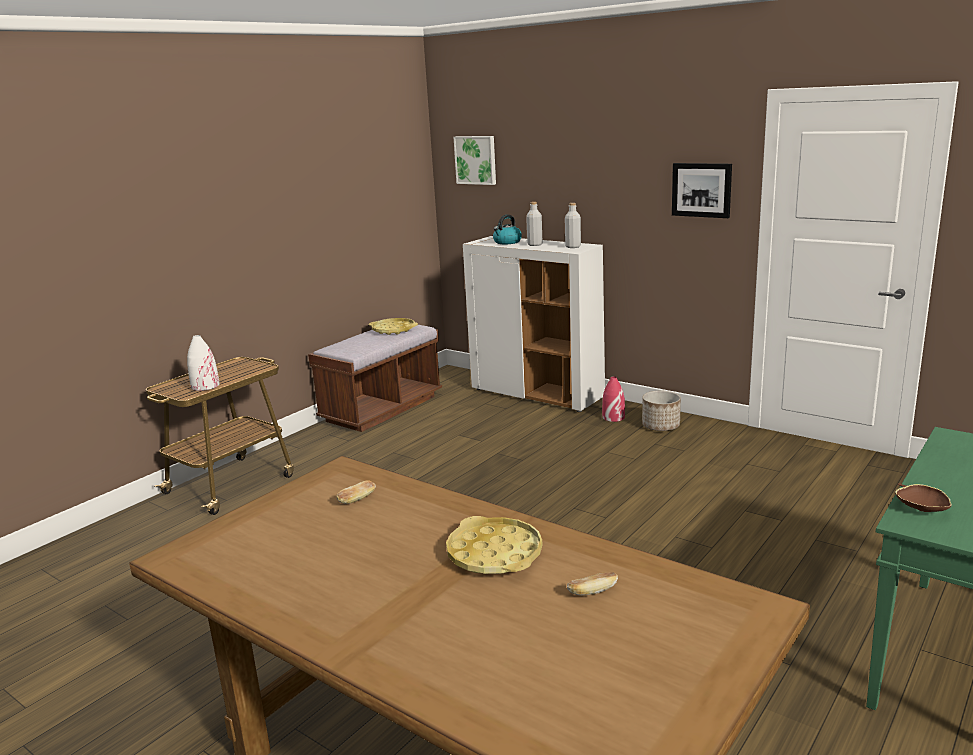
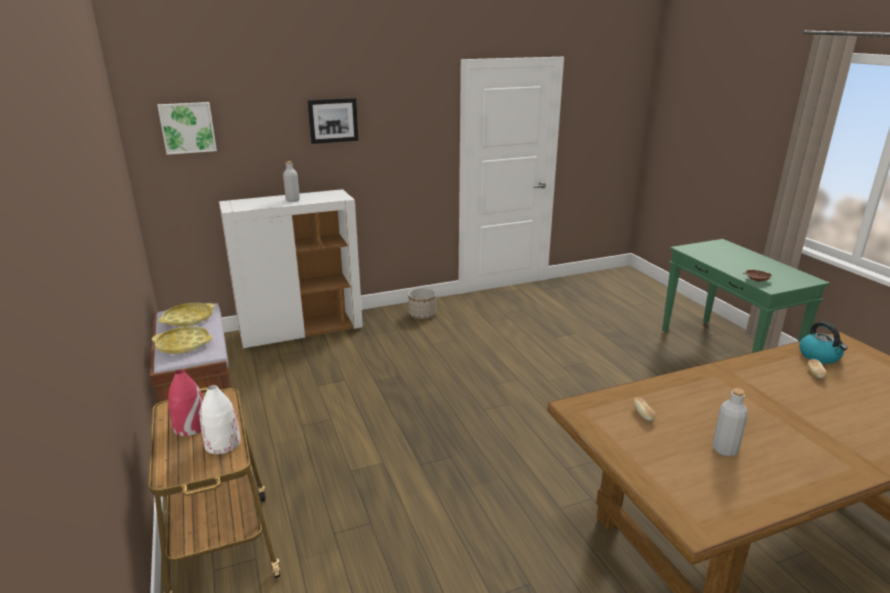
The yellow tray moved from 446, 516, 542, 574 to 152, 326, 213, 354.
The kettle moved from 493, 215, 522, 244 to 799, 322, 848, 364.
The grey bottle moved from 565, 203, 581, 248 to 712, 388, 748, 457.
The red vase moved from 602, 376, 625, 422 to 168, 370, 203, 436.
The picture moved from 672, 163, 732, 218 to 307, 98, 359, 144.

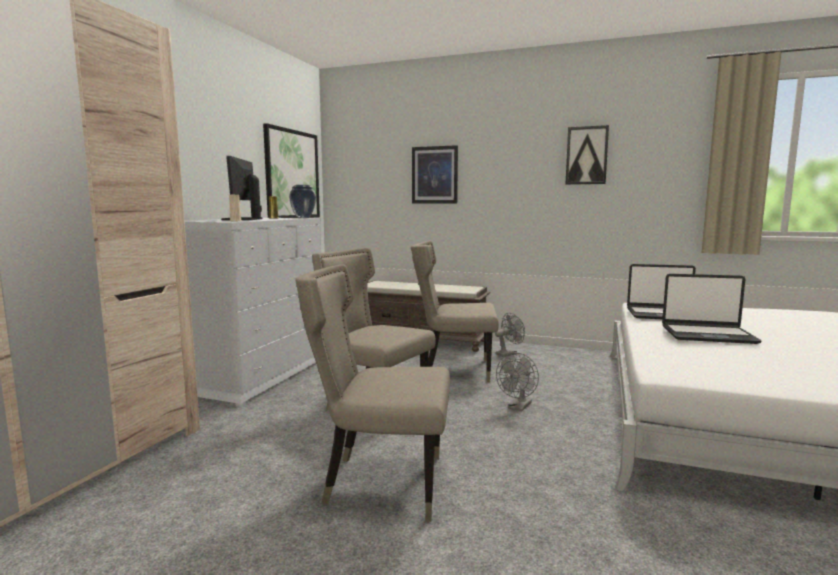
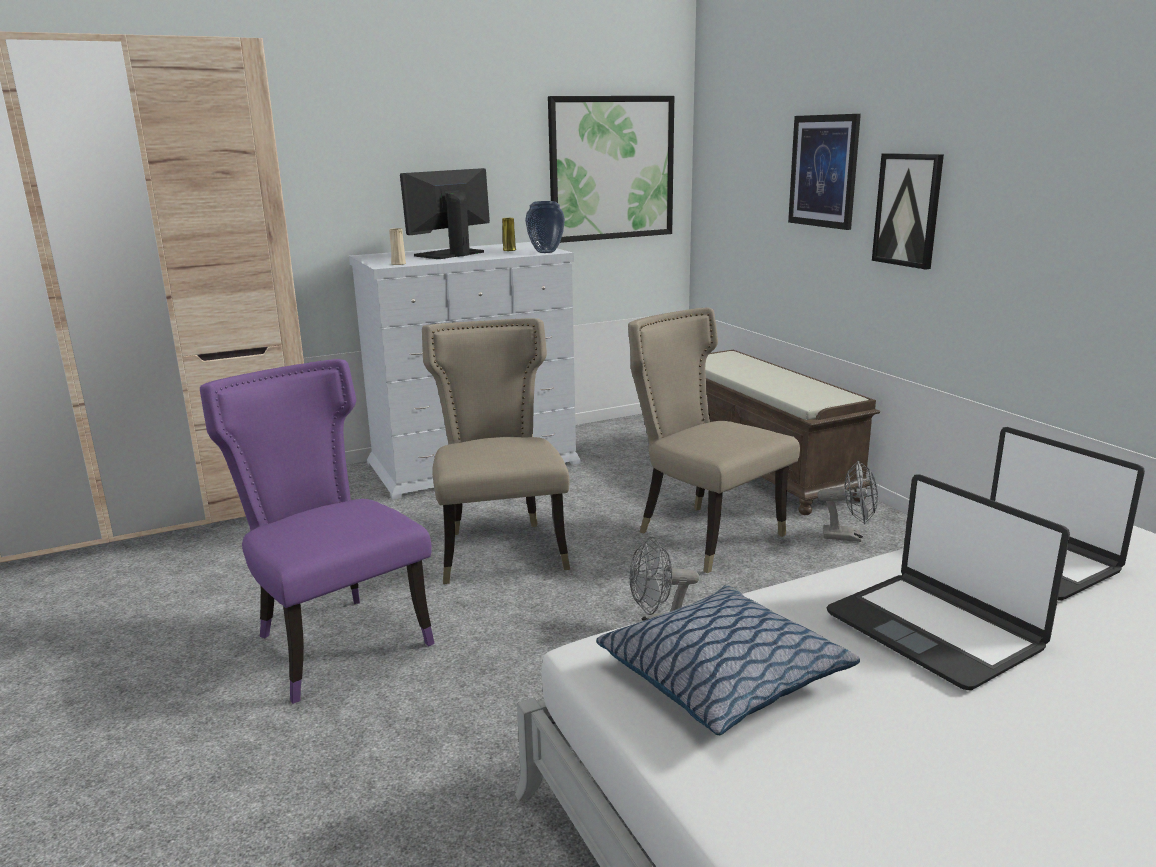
The beige chair at 295, 264, 450, 522 became the purple chair at 200, 359, 435, 704.
The picture moved from 566, 125, 609, 185 to 872, 153, 944, 270.
The pillow at 596, 585, 860, 735 appeared.

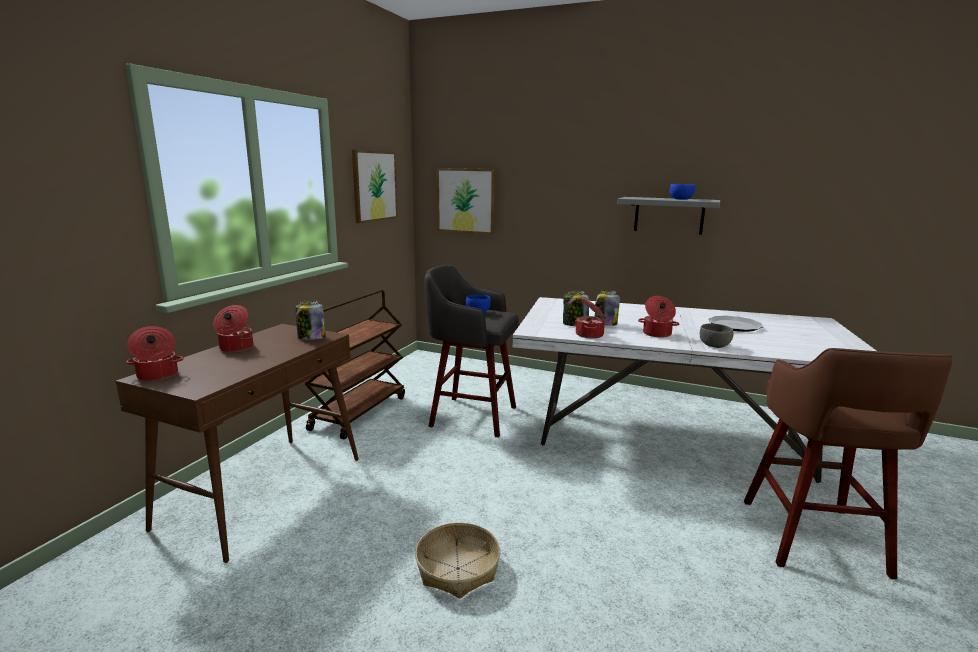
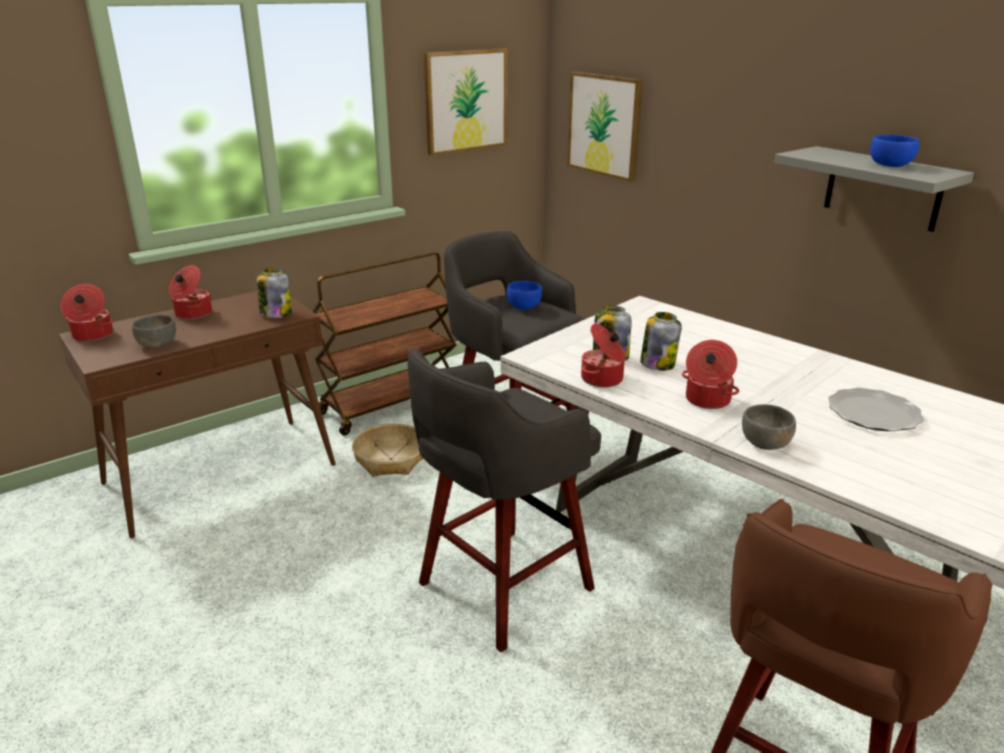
The basket moved from 415, 522, 500, 598 to 352, 423, 423, 477.
The grey bowl at 132, 314, 176, 348 appeared.
The grey stool at 407, 349, 601, 652 appeared.

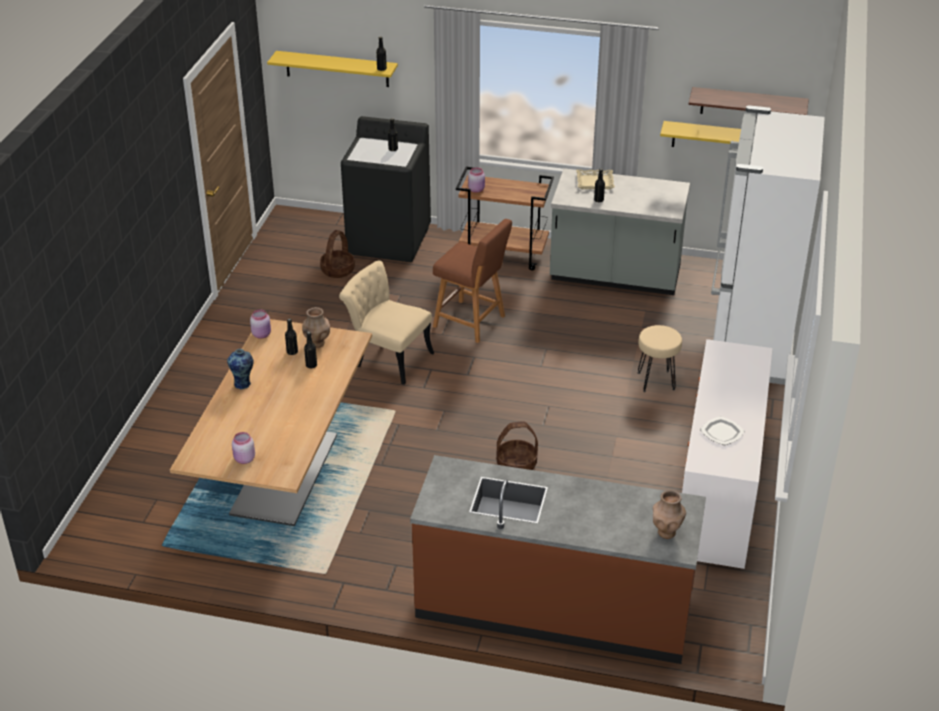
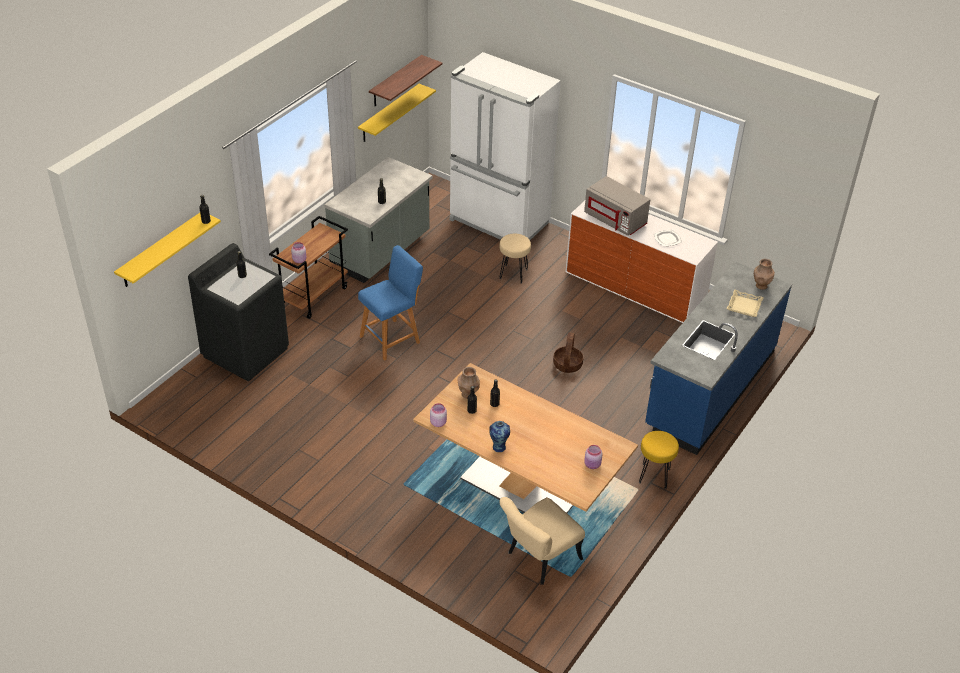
The basket at 320, 230, 355, 278 disappeared.
The beige chair moved from 339, 260, 434, 385 to 499, 497, 585, 585.
The brown counter at 410, 455, 706, 664 became the blue counter at 645, 262, 792, 455.
The brown stool at 433, 219, 512, 343 became the blue stool at 358, 245, 423, 361.
The beige tray moved from 576, 170, 615, 189 to 727, 289, 764, 317.
The grey microwave at 584, 176, 650, 236 appeared.
The yellow stool at 639, 431, 679, 489 appeared.

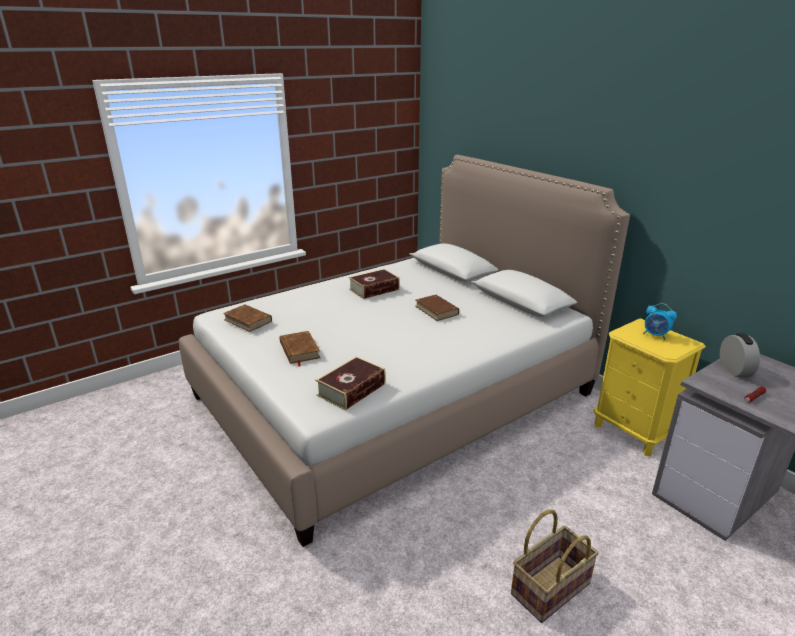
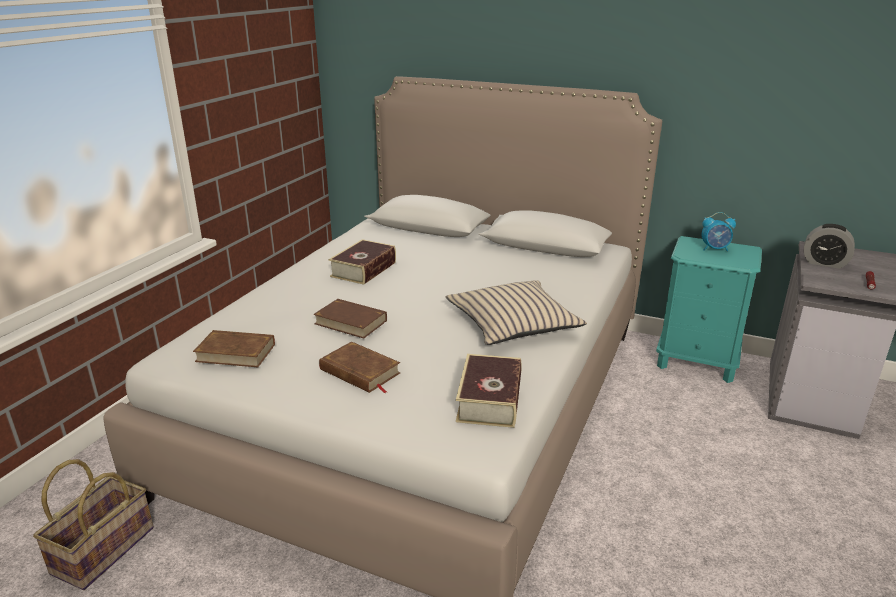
The brown book moved from 415, 295, 459, 321 to 313, 299, 387, 338.
The basket moved from 511, 509, 598, 623 to 33, 459, 154, 590.
The yellow nightstand at 594, 318, 706, 456 became the turquoise nightstand at 656, 236, 762, 383.
The alarm clock at 720, 333, 760, 377 turned 150 degrees clockwise.
The beige pillow at 446, 280, 587, 345 appeared.

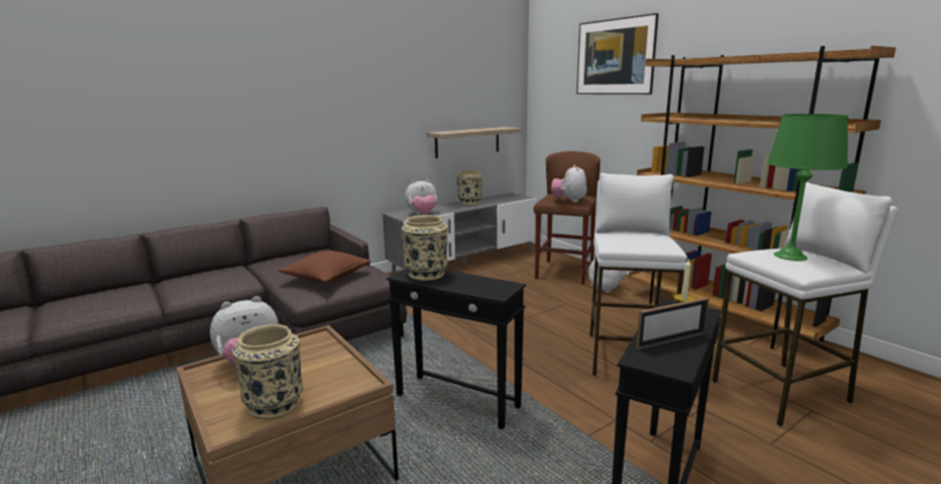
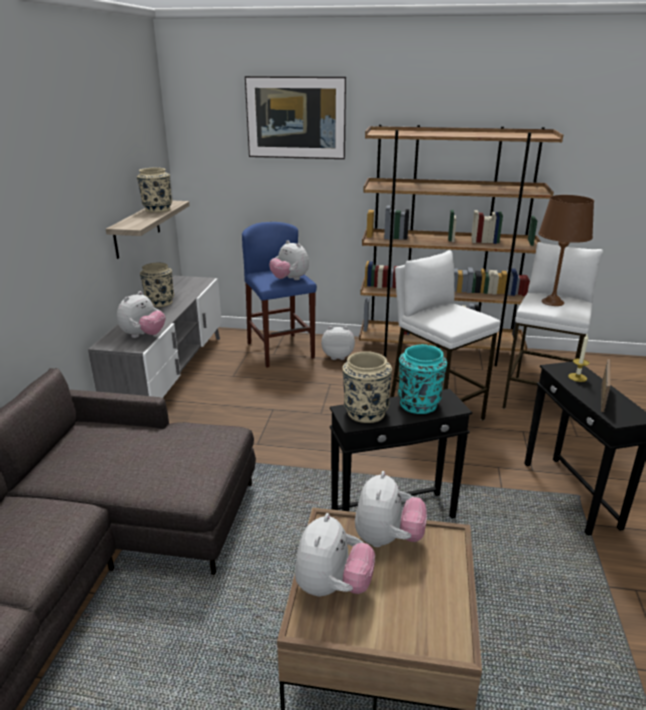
The beige vase moved from 232, 324, 303, 419 to 137, 167, 172, 213.
The brown pillow at 277, 251, 371, 282 disappeared.
The brown stool at 534, 151, 600, 285 became the blue stool at 242, 222, 317, 367.
The green table lamp at 767, 114, 848, 261 became the brown table lamp at 538, 195, 594, 306.
The plush toy at 355, 471, 427, 547 appeared.
The turquoise vase at 398, 344, 447, 414 appeared.

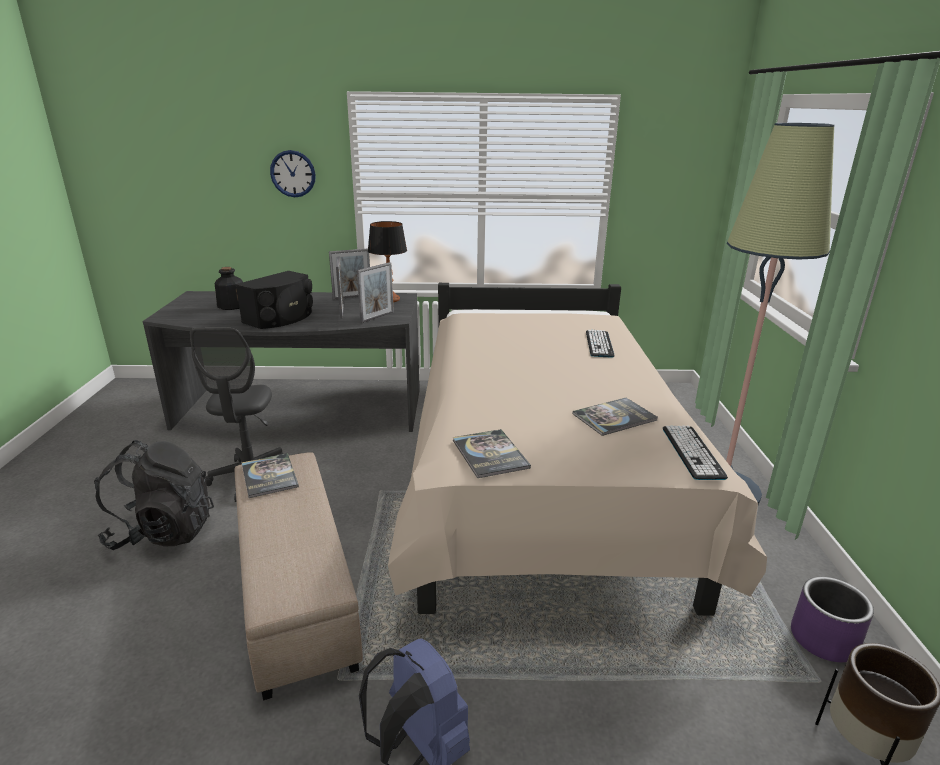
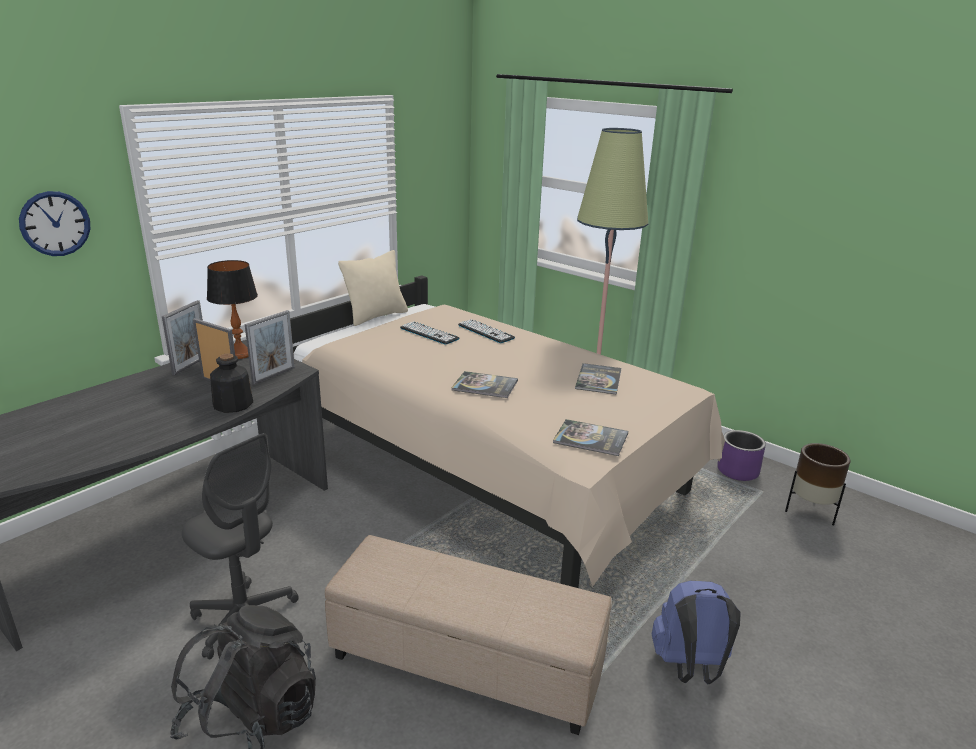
The bottle moved from 215, 267, 243, 310 to 210, 353, 253, 413.
The black speaker at 236, 271, 313, 329 disappeared.
The book moved from 242, 453, 299, 498 to 451, 371, 518, 398.
The picture frame at 357, 262, 394, 323 turned 45 degrees clockwise.
The keyboard moved from 663, 426, 728, 480 to 400, 322, 460, 345.
The beige pillow at 338, 250, 408, 326 appeared.

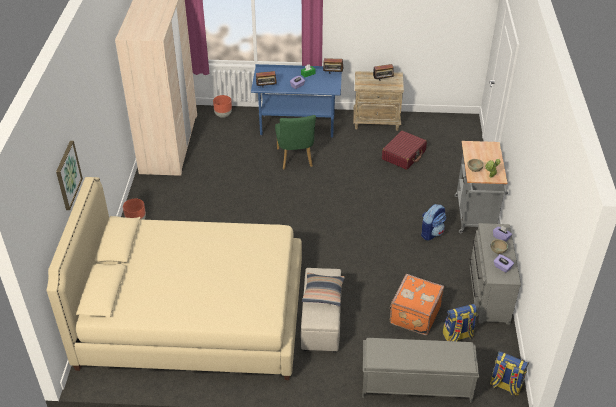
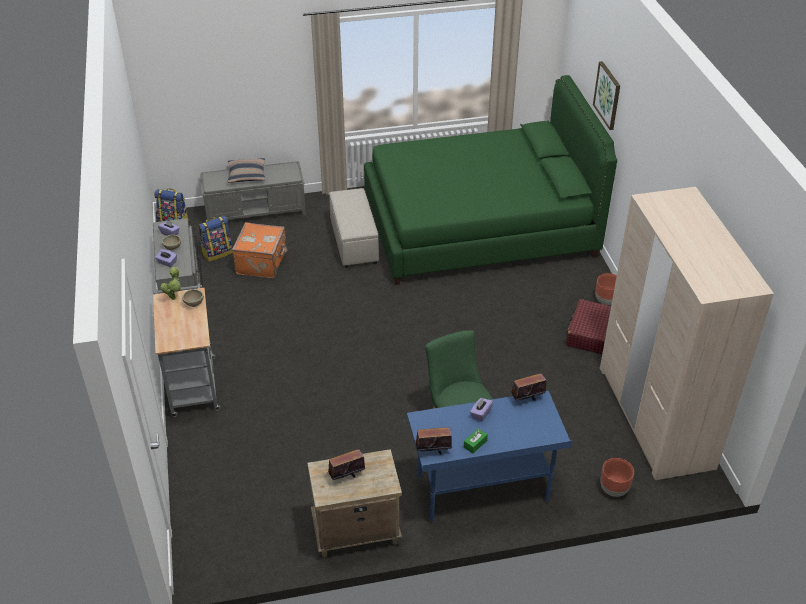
The beige bed at 47, 177, 302, 380 became the green bed at 364, 75, 617, 285.
The pillow moved from 302, 273, 345, 306 to 228, 158, 265, 183.
The red suitcase moved from 382, 131, 427, 170 to 566, 299, 611, 354.
The backpack at 421, 204, 446, 240 disappeared.

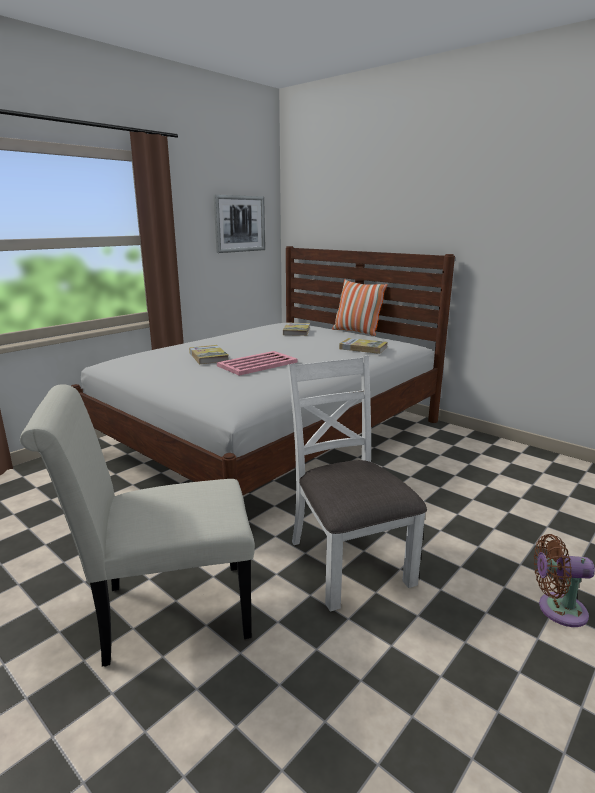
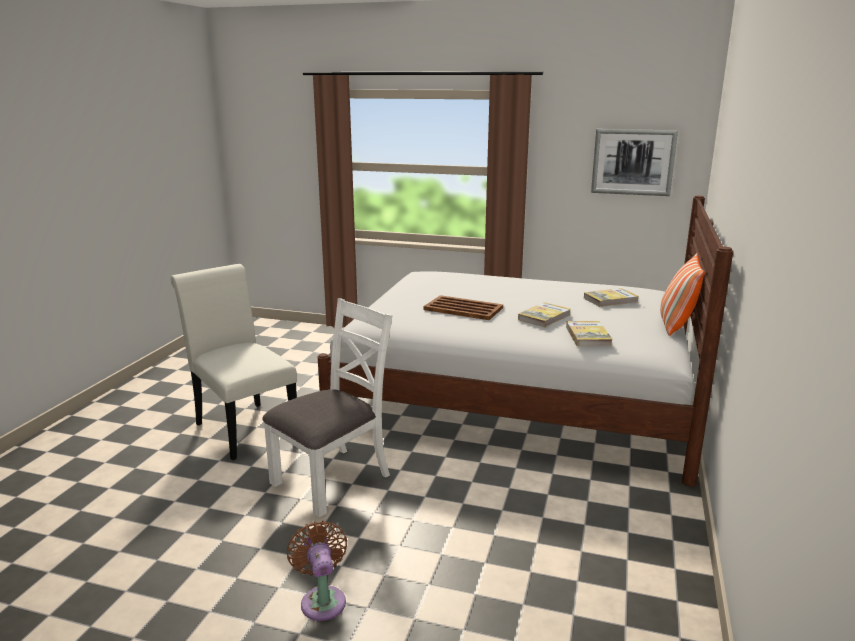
The book moved from 189, 345, 228, 364 to 518, 302, 570, 327.
The pink tray at 217, 351, 298, 376 became the brown tray at 423, 295, 503, 320.

